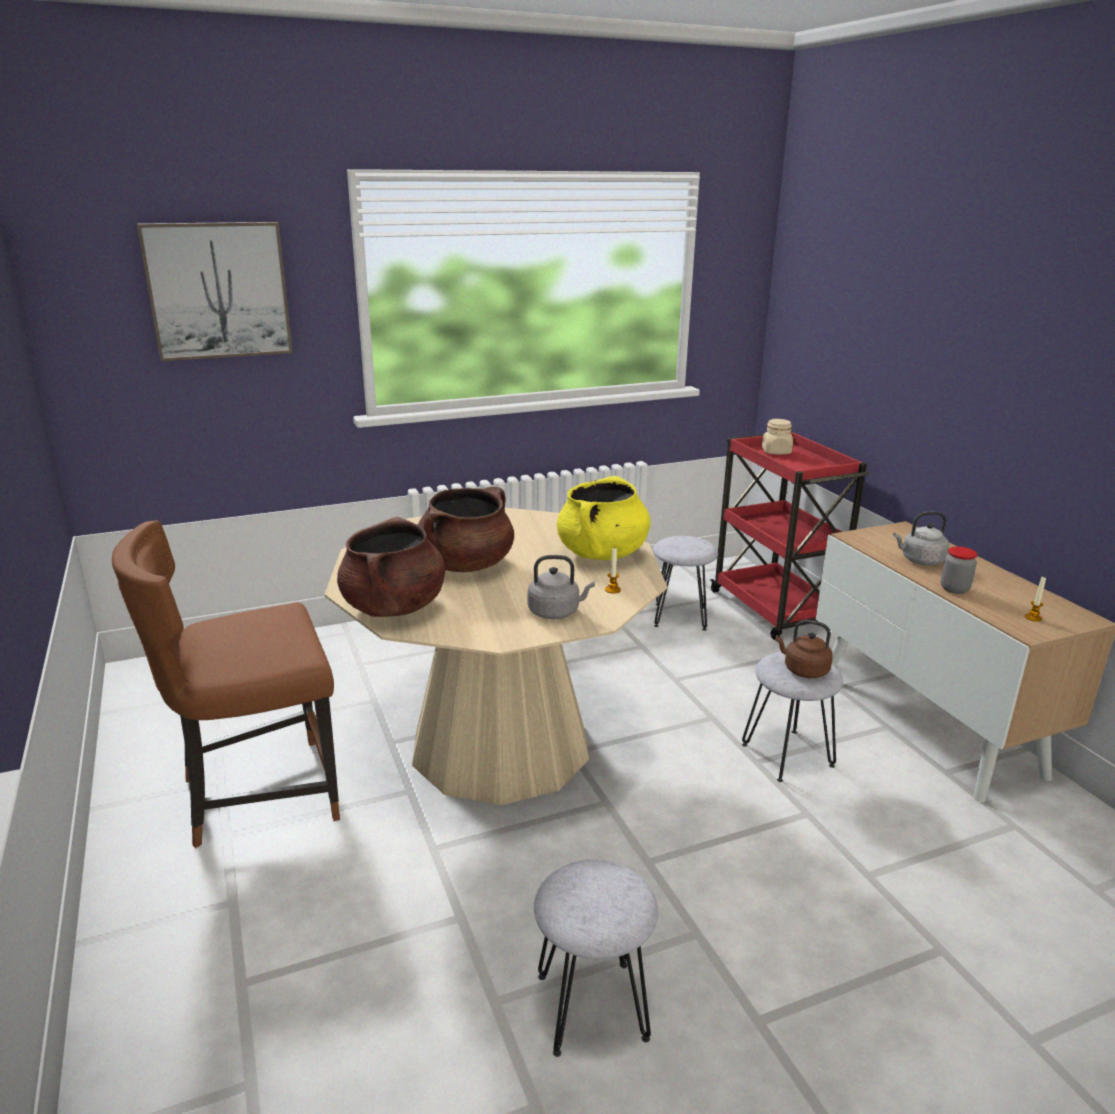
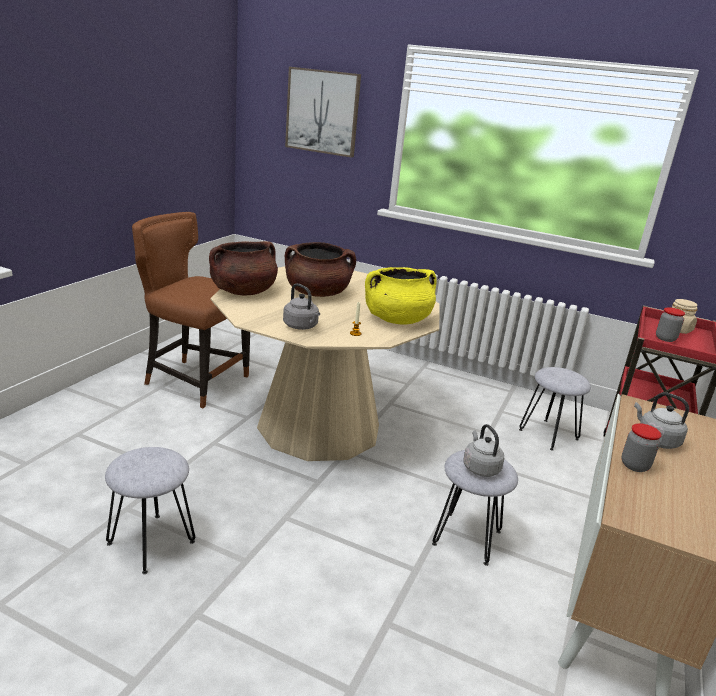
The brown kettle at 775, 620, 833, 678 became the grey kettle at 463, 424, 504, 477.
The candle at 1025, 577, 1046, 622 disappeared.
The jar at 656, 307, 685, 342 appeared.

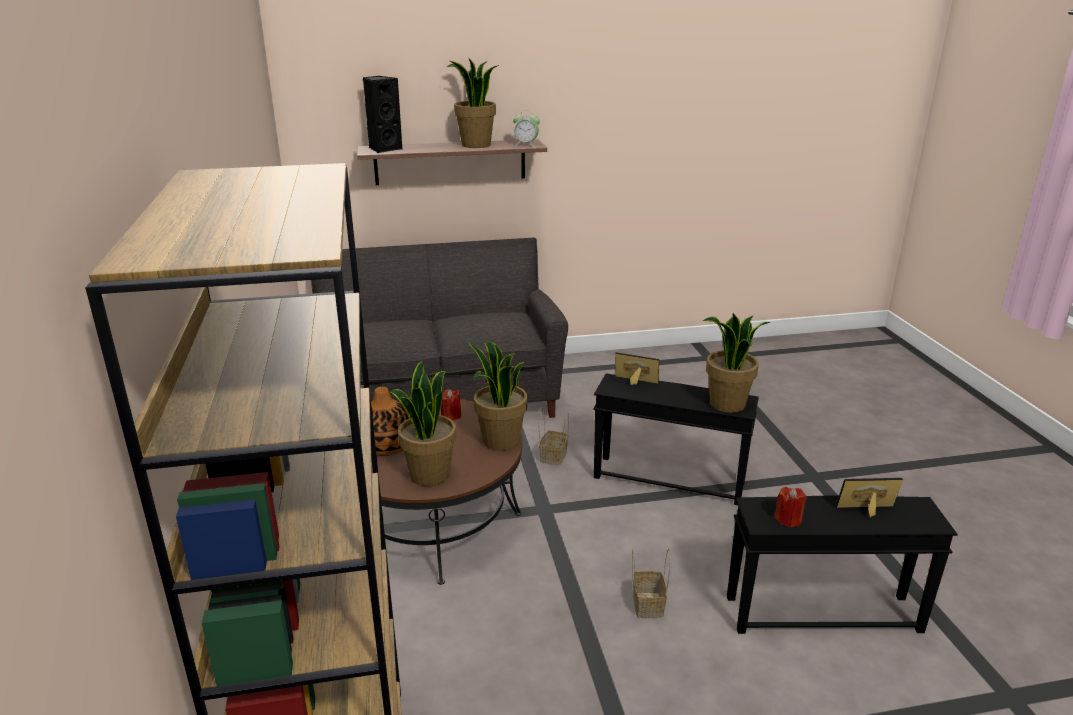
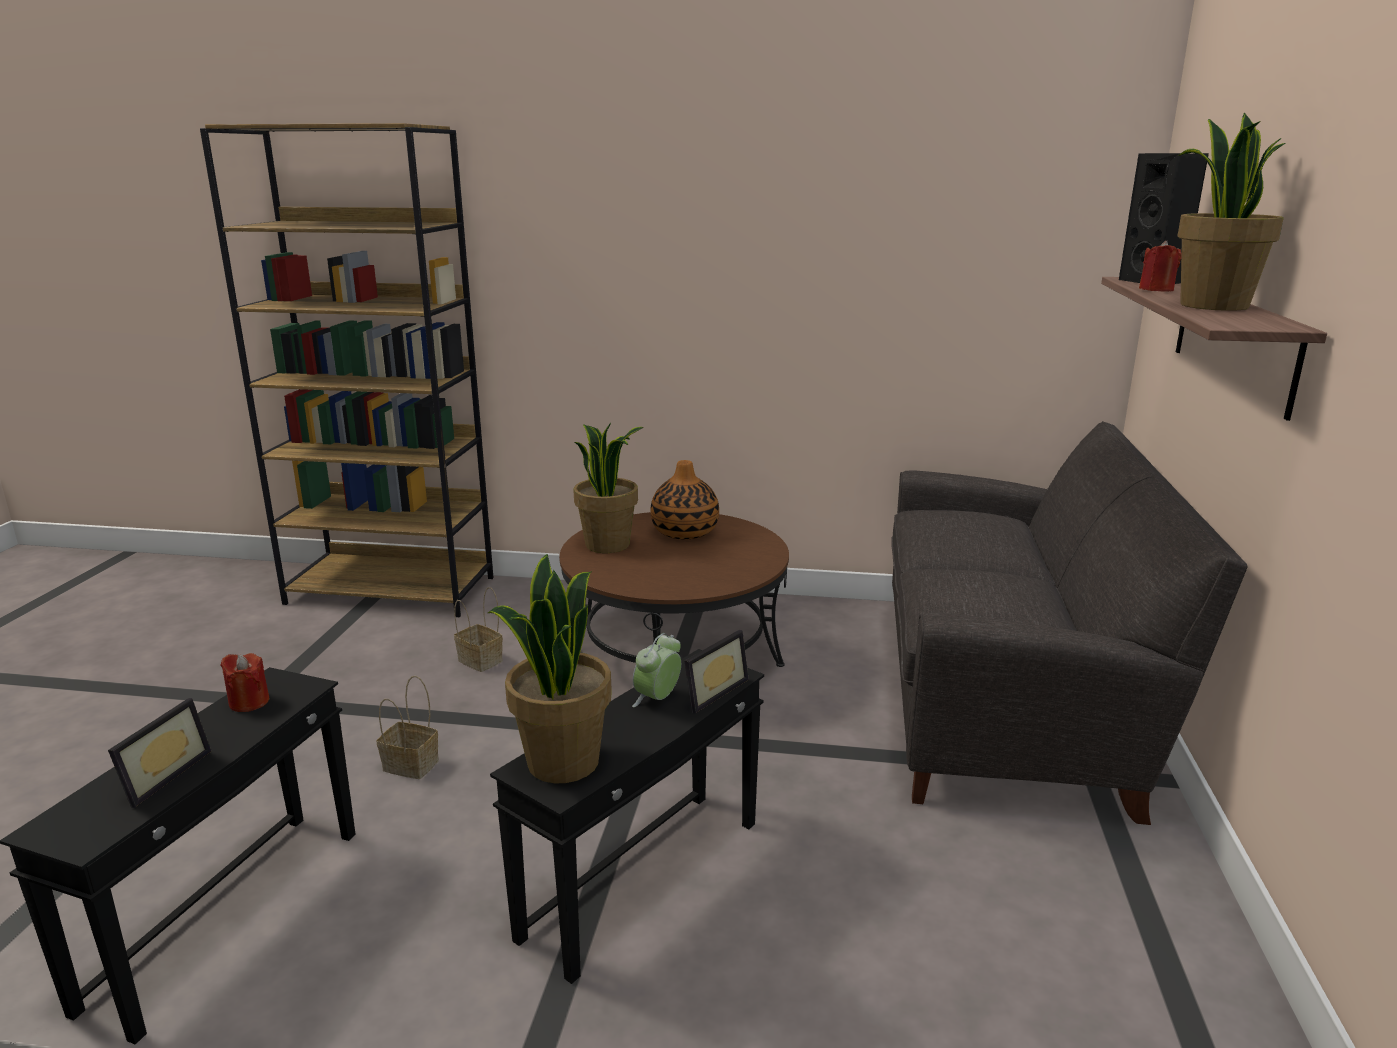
The red candle moved from 441, 389, 462, 421 to 1139, 241, 1182, 292.
The potted plant at 468, 342, 527, 451 disappeared.
The alarm clock moved from 513, 110, 540, 147 to 632, 633, 681, 707.
The basket moved from 538, 408, 569, 466 to 454, 587, 503, 672.

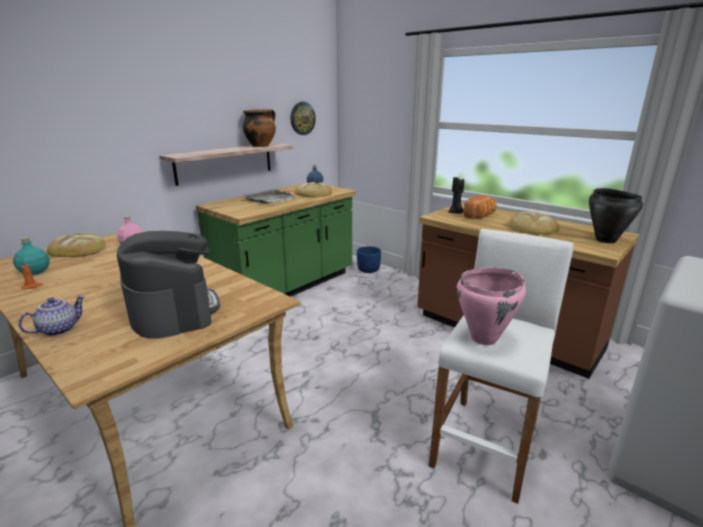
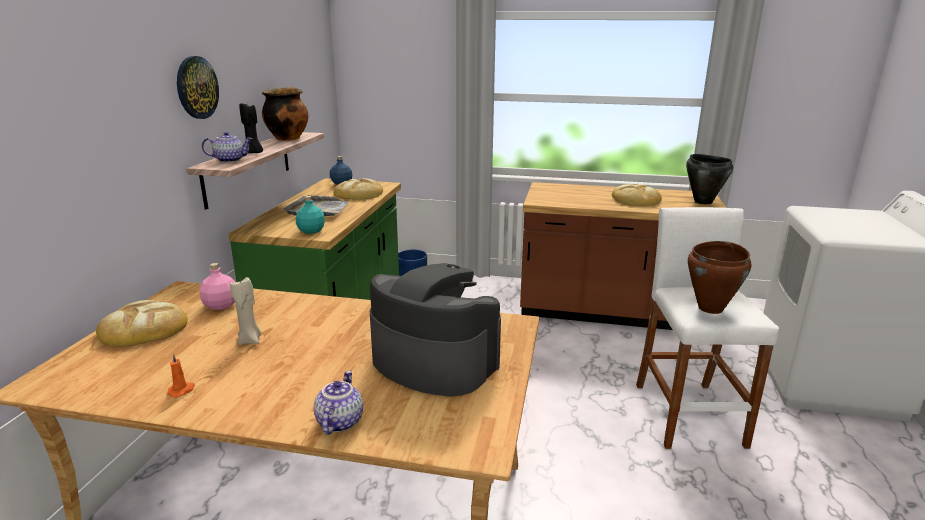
The turquoise bottle moved from 13, 237, 50, 275 to 296, 196, 325, 234.
The wall clock moved from 290, 102, 316, 135 to 177, 56, 219, 119.
The black candle moved from 449, 177, 464, 214 to 239, 104, 263, 153.
The pink cooking pot at 457, 268, 526, 345 became the brown cooking pot at 688, 241, 751, 314.
The bread at 463, 195, 497, 219 disappeared.
The teapot at 202, 132, 253, 163 appeared.
The beige candle at 230, 277, 261, 345 appeared.

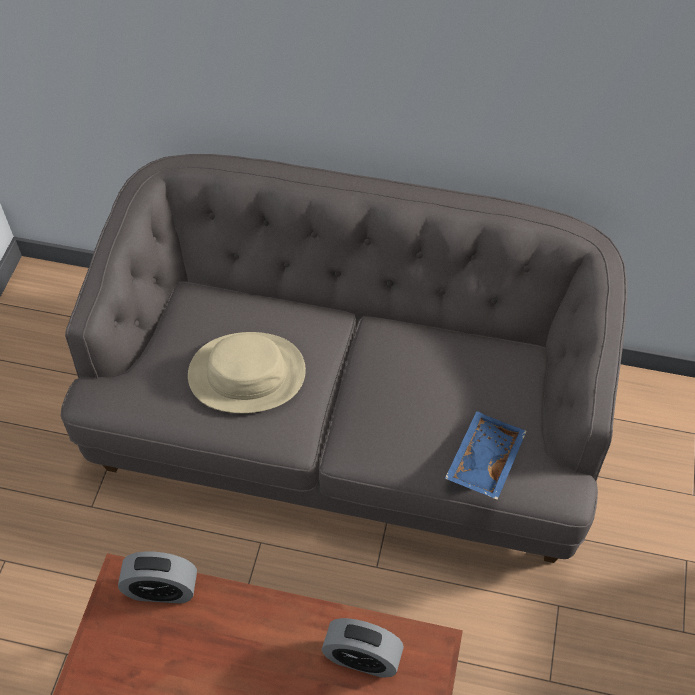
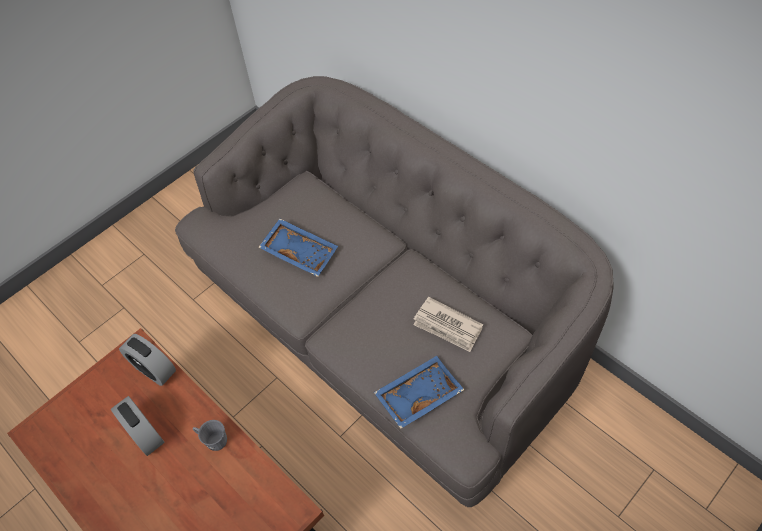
The beige hat at 188, 332, 306, 413 was replaced by the blue tray at 258, 218, 338, 277.
The alarm clock moved from 321, 618, 404, 678 to 111, 396, 165, 456.
The grey mug at 193, 420, 227, 451 appeared.
The newspaper at 413, 297, 483, 352 appeared.

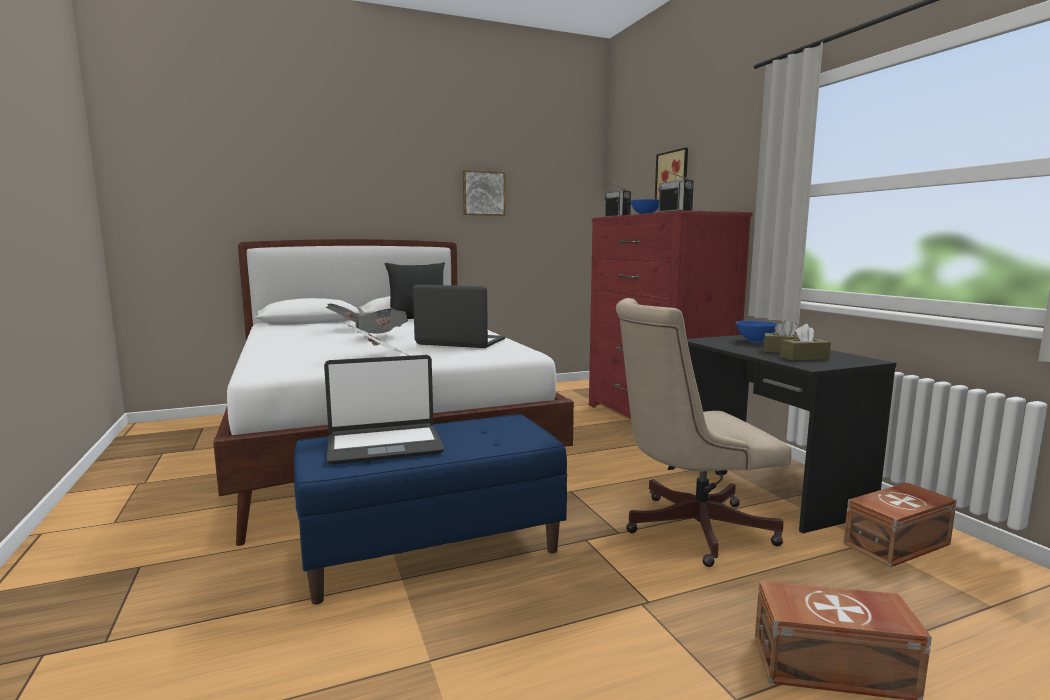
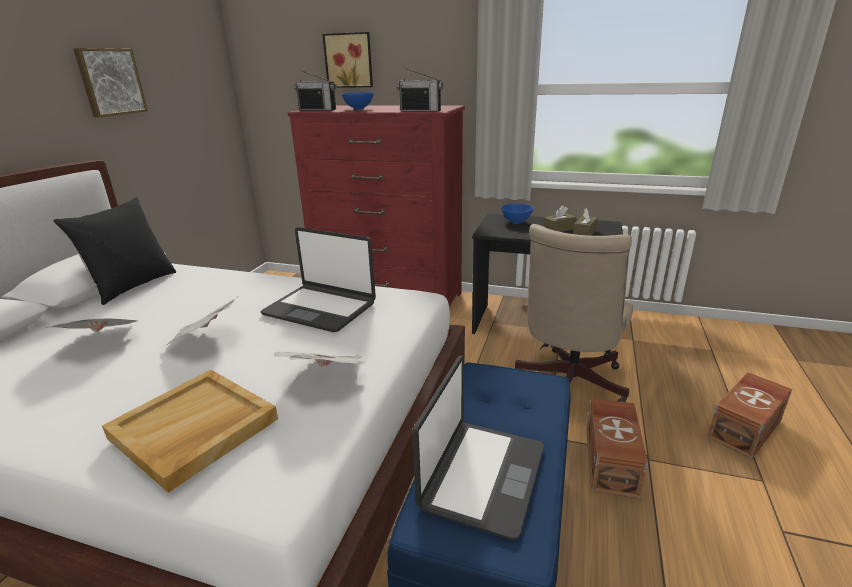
The laptop at 413, 285, 505, 348 turned 120 degrees counterclockwise.
The brown storage box moved from 843, 482, 957, 567 to 586, 398, 648, 499.
The beige tray at 102, 369, 278, 493 appeared.

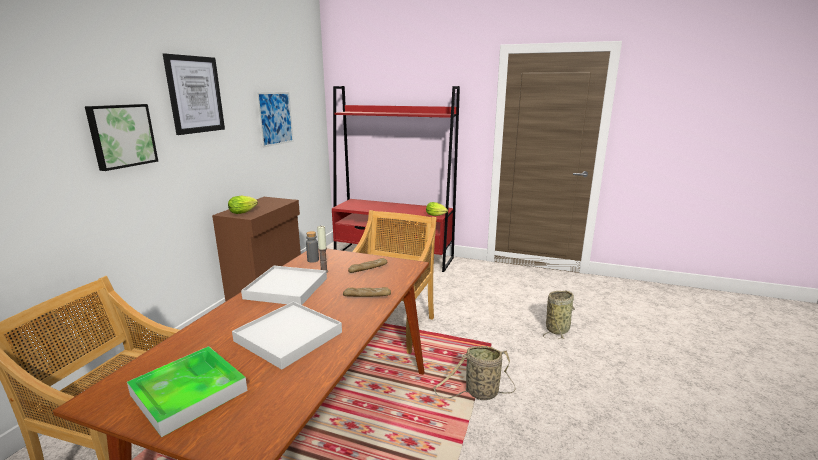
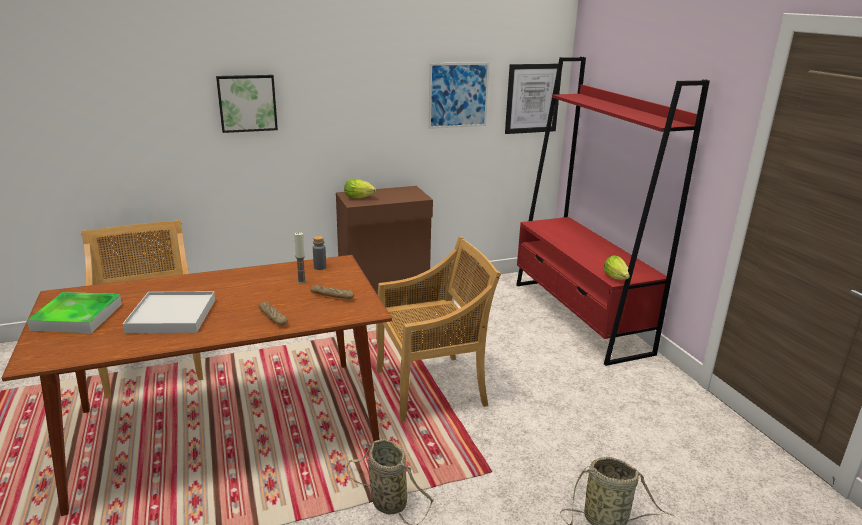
The picture moved from 163, 54, 225, 135 to 505, 63, 562, 134.
The white tray at 241, 266, 327, 305 disappeared.

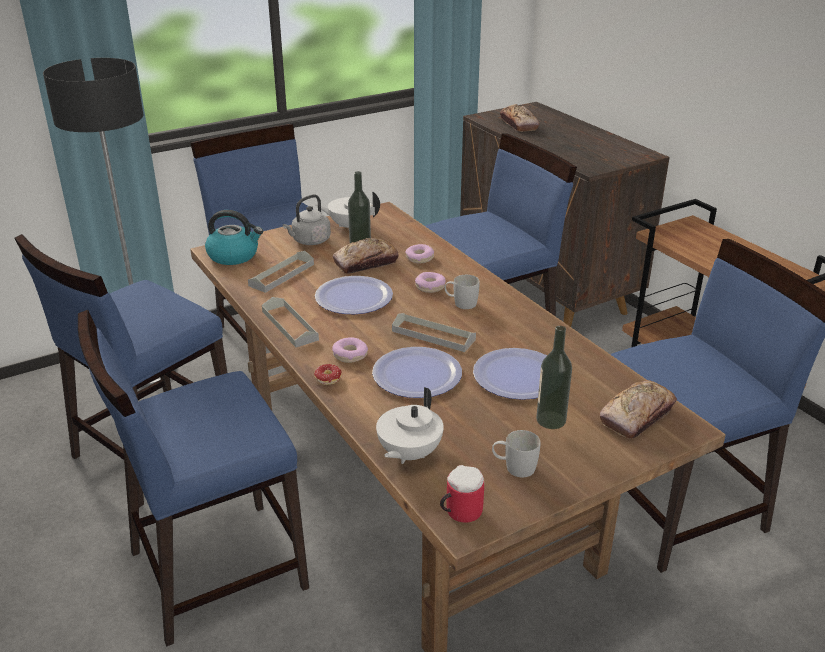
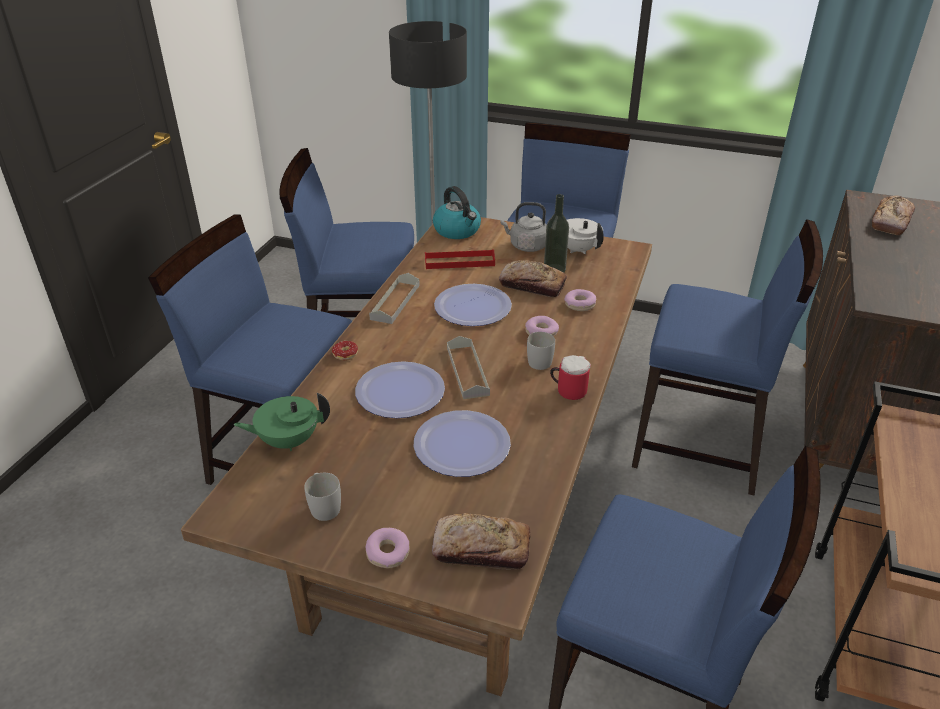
The grey tray at 248, 251, 314, 293 became the red tray at 425, 249, 495, 269.
The donut moved from 332, 337, 368, 363 to 365, 528, 410, 568.
The white teapot at 376, 387, 444, 464 became the green teapot at 234, 393, 330, 451.
The mug moved from 440, 465, 484, 523 to 550, 355, 591, 400.
The bottle at 536, 326, 572, 429 disappeared.

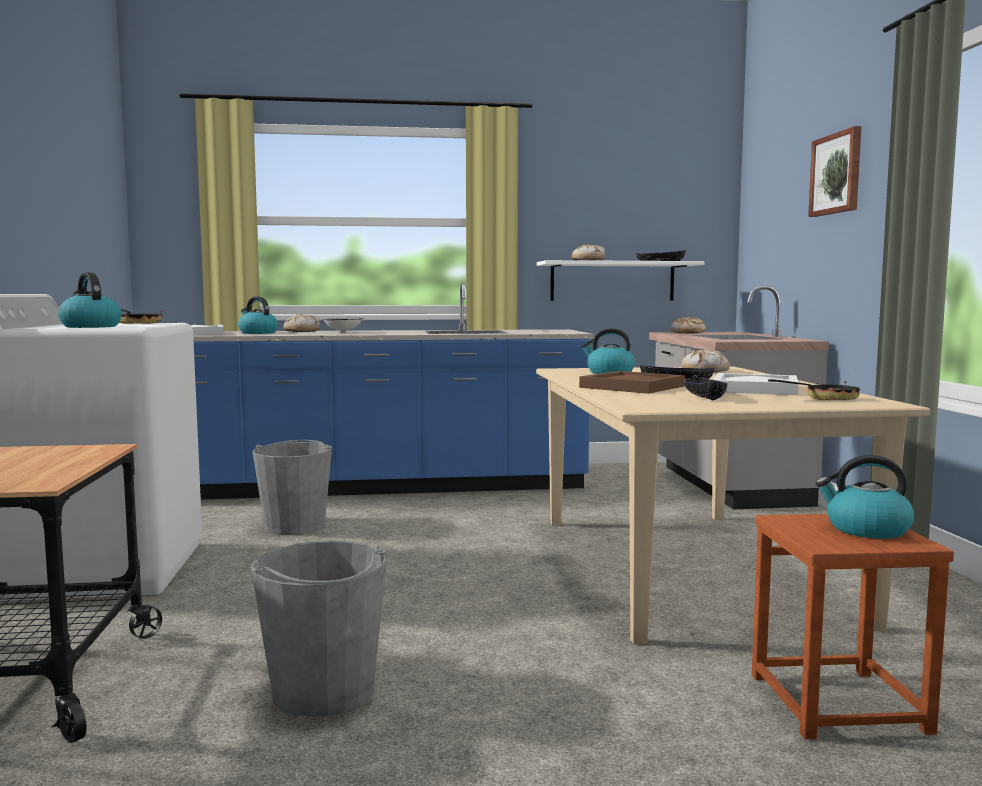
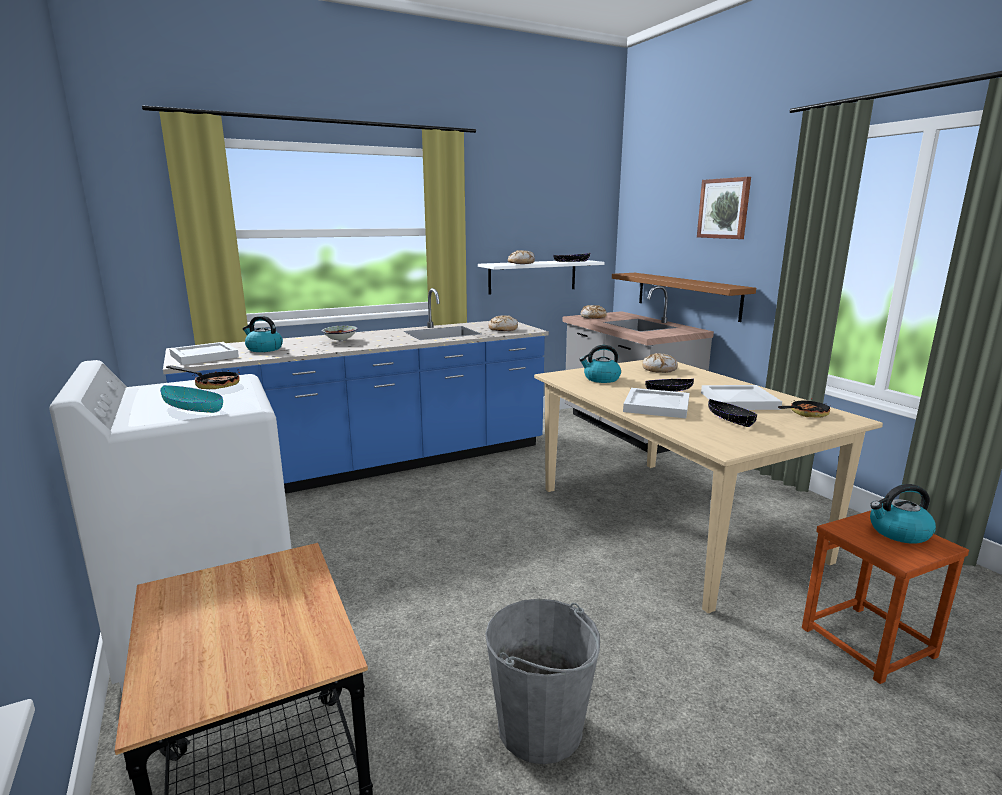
The kettle at 58, 272, 122, 328 was replaced by the turquoise bowl at 160, 385, 223, 413.
The grey bucket at 253, 440, 332, 535 disappeared.
The bread moved from 283, 314, 320, 332 to 488, 315, 518, 331.
The brown tray at 579, 371, 685, 394 became the white tray at 623, 388, 689, 418.
The brown shelf at 612, 273, 756, 322 appeared.

